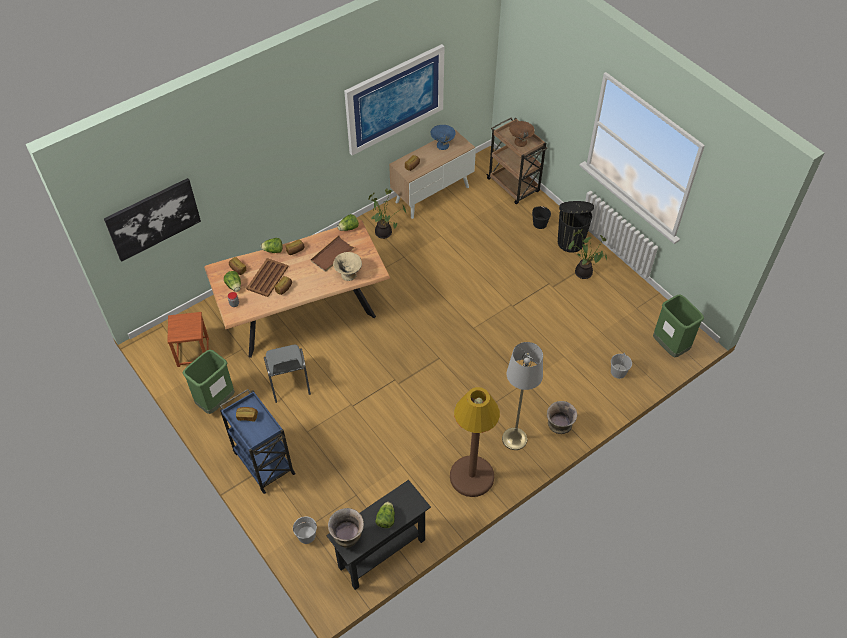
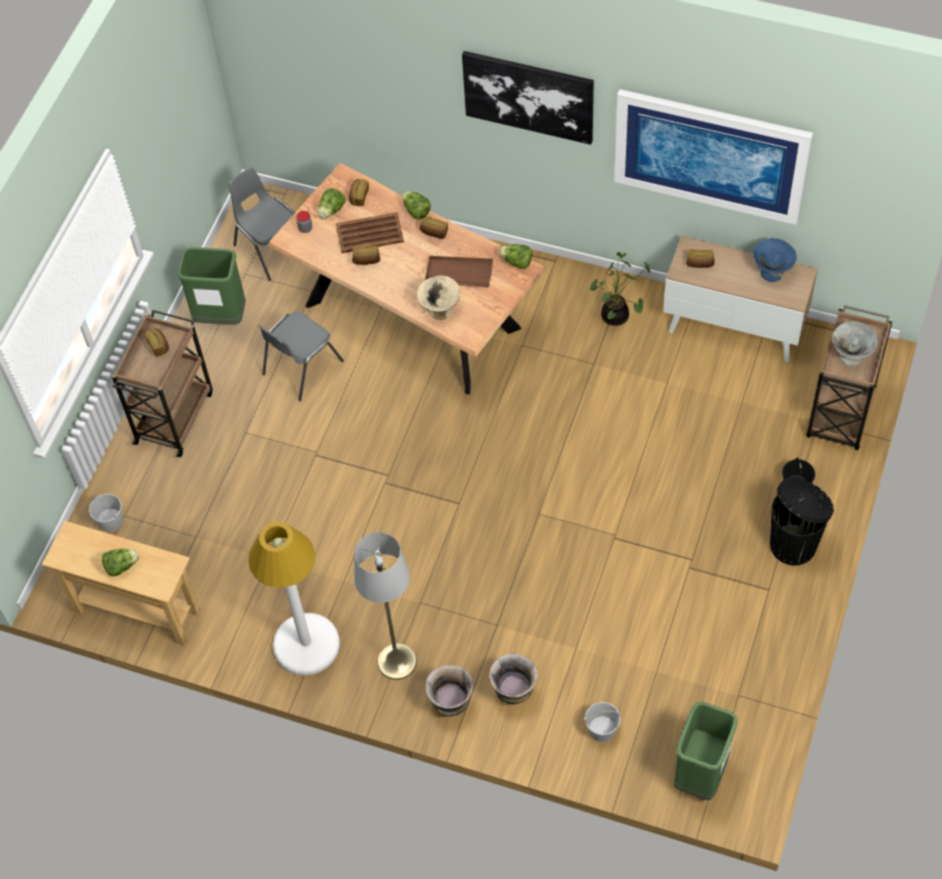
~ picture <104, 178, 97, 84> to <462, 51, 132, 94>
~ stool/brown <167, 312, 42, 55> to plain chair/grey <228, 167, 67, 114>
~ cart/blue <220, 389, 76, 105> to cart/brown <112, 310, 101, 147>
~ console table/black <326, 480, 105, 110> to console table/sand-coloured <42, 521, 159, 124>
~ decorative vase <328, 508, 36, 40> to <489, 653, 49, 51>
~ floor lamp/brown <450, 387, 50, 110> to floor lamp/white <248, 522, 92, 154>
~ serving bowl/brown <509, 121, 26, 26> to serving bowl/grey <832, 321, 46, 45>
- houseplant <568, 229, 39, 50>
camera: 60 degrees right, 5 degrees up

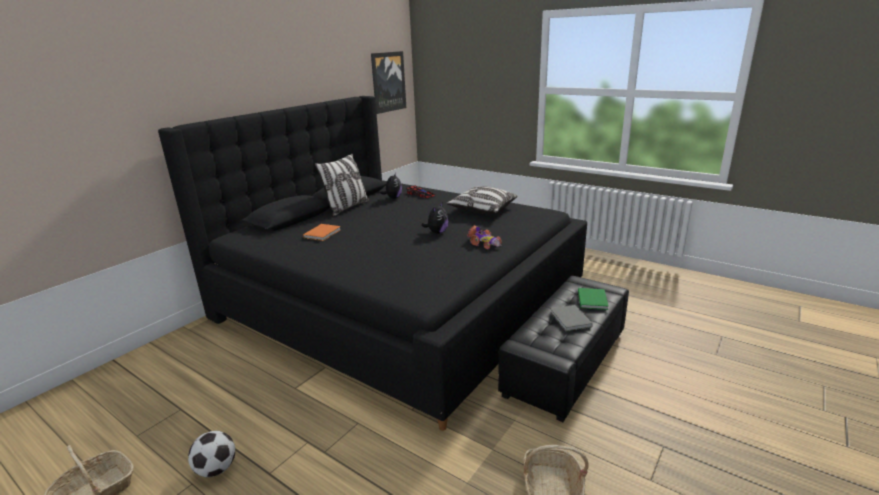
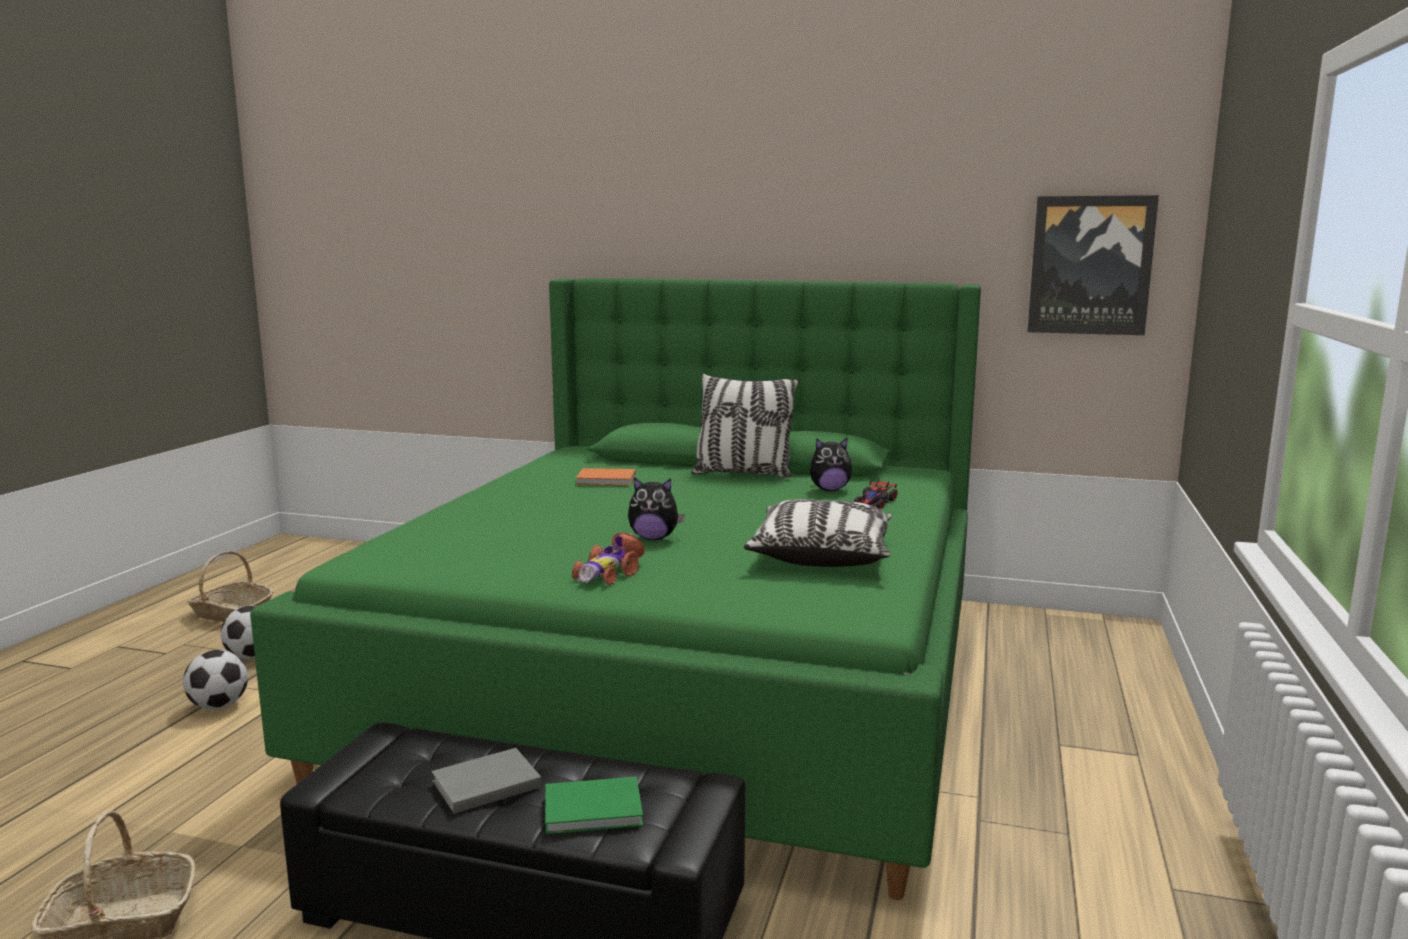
~ bed/black <158, 96, 429, 335> to bed/green <250, 278, 731, 622>
+ football ball <183, 650, 65, 60>
camera: 70 degrees right, 10 degrees down

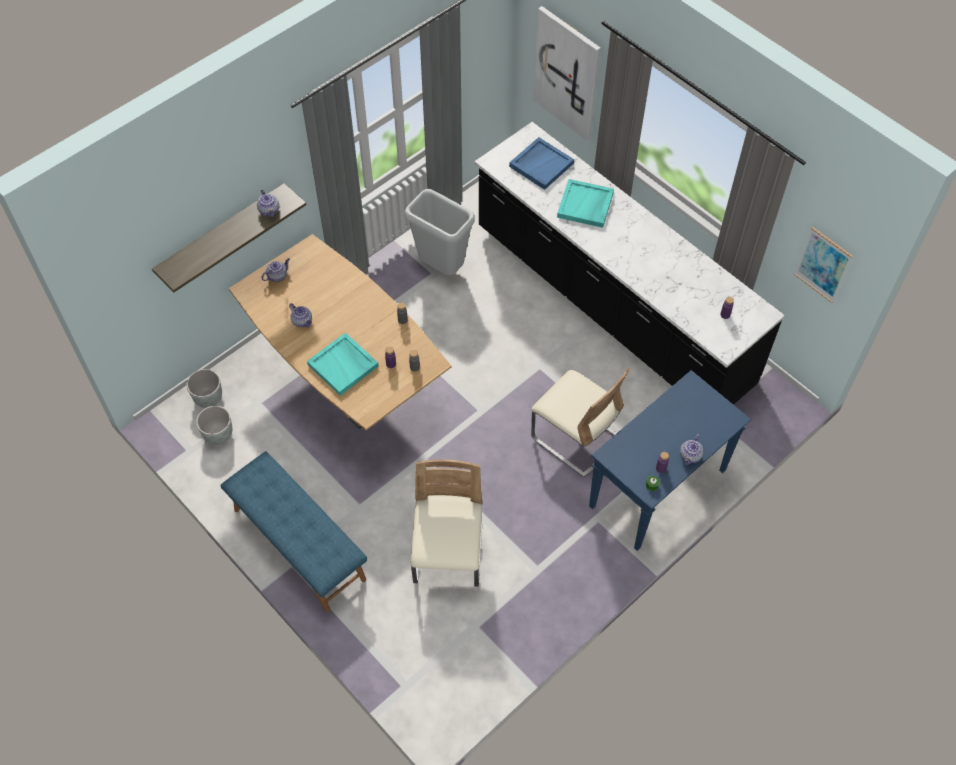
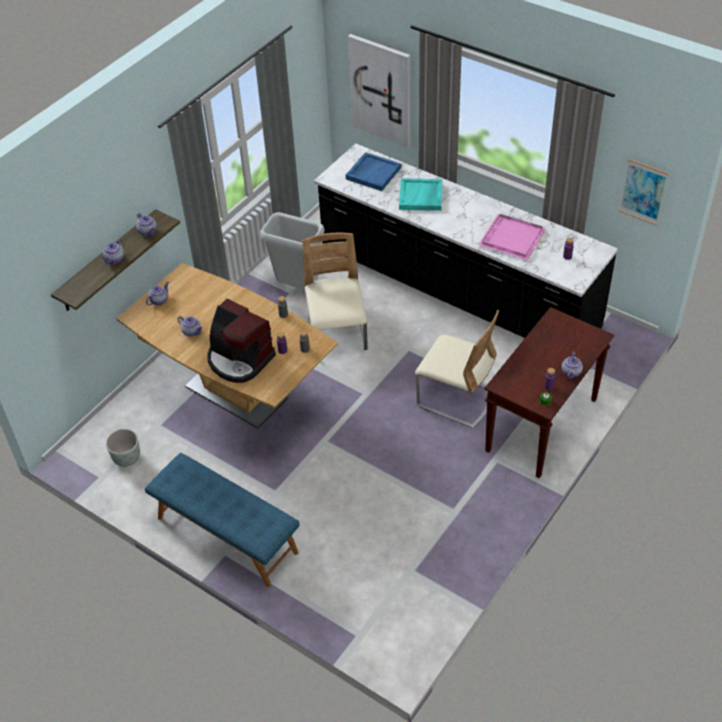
- plant pot/grey <187, 369, 35, 39>
~ tray/blue-green <307, 333, 71, 63> to coffee maker <207, 299, 69, 84>
~ plain chair/sand-coloured <411, 459, 72, 128> to <302, 233, 66, 117>
~ console table/blue <589, 370, 162, 181> to console table/brown <484, 307, 130, 171>
+ tea pot <102, 239, 22, 25>
+ tray/pinkish <478, 214, 68, 46>
camera: 10 degrees left, 10 degrees down

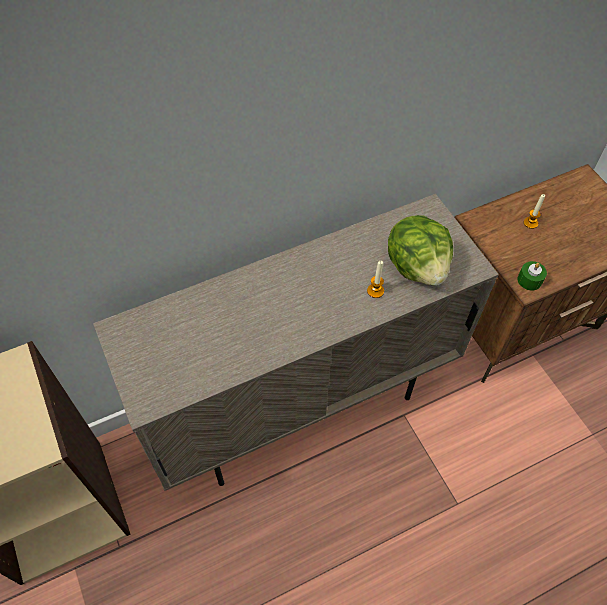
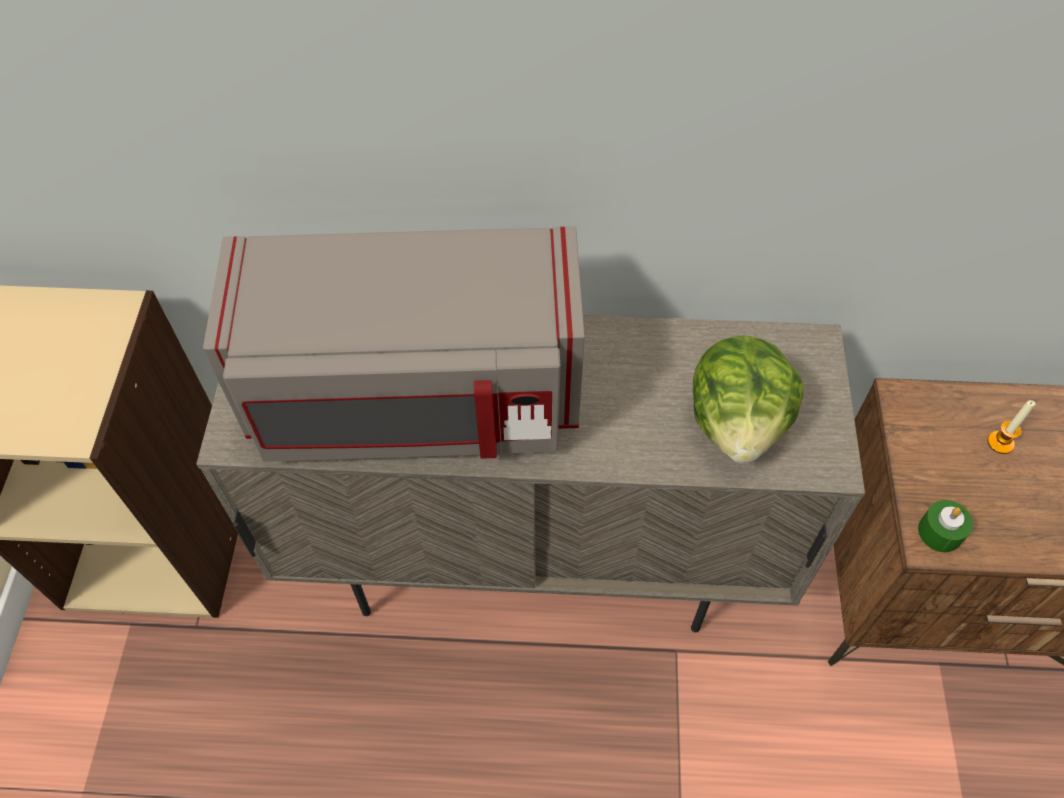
- wax light <367, 261, 17, 37>
+ microwave oven/grey <203, 226, 382, 236>
camera: 30 degrees right, 0 degrees up

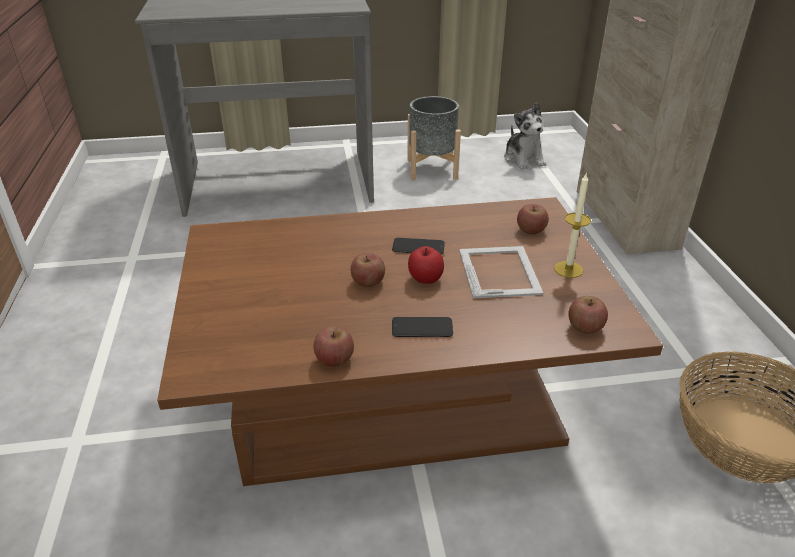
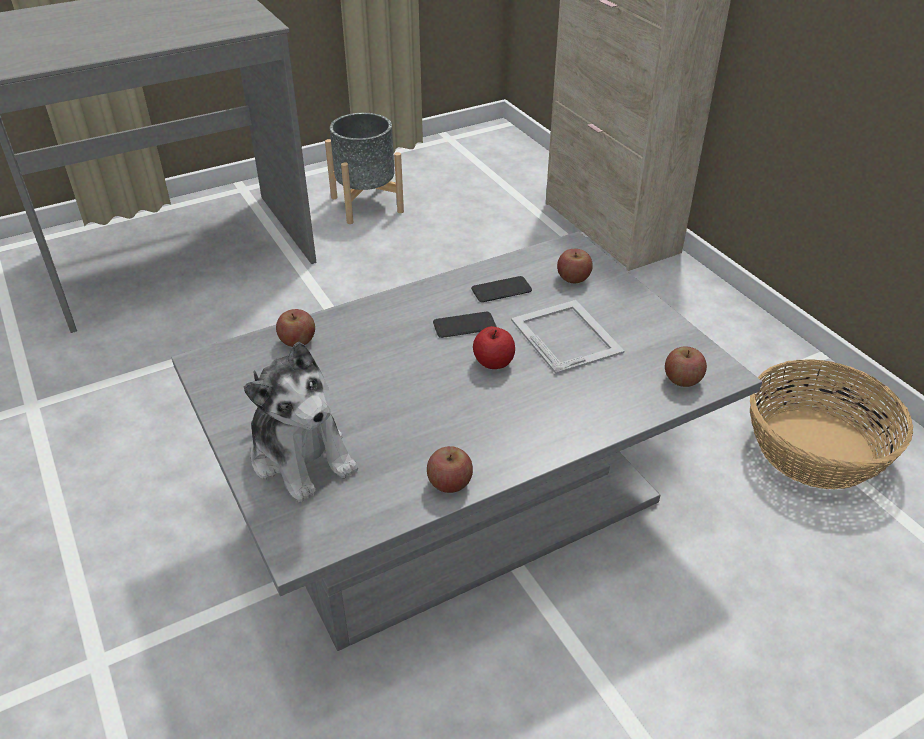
~ coffee table/brown <157, 197, 506, 289> to coffee table/grey <171, 231, 591, 420>
~ whole apple <351, 253, 34, 34> to <276, 309, 39, 38>
~ telephone <392, 317, 61, 20> to <471, 276, 61, 26>
~ soft toy <504, 103, 42, 67> to <244, 341, 114, 161>
- wax light <554, 174, 37, 104>
camera: 20 degrees left, 5 degrees up

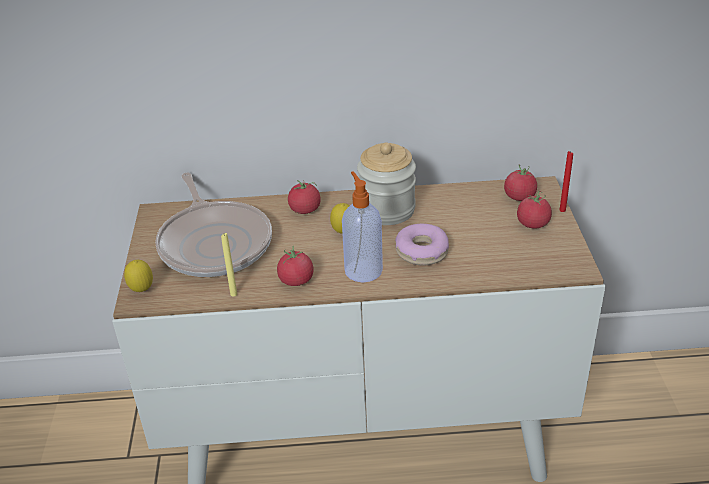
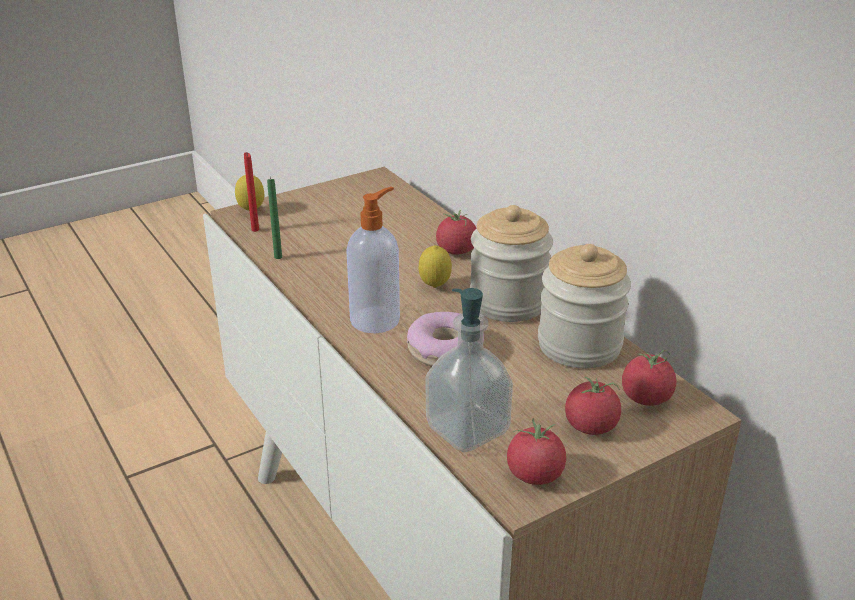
- frying pan <155, 172, 117, 105>
~ wax light/yellow <221, 233, 16, 64> to wax light/green <267, 177, 15, 82>
~ fresh tomato <277, 246, 37, 40> to <507, 418, 59, 67>
~ wax light/reddish <559, 151, 14, 61> to <244, 152, 15, 80>
+ liquid soap bottle <425, 288, 88, 164>
+ preserve jar <538, 244, 93, 124>
camera: 60 degrees right, 5 degrees down

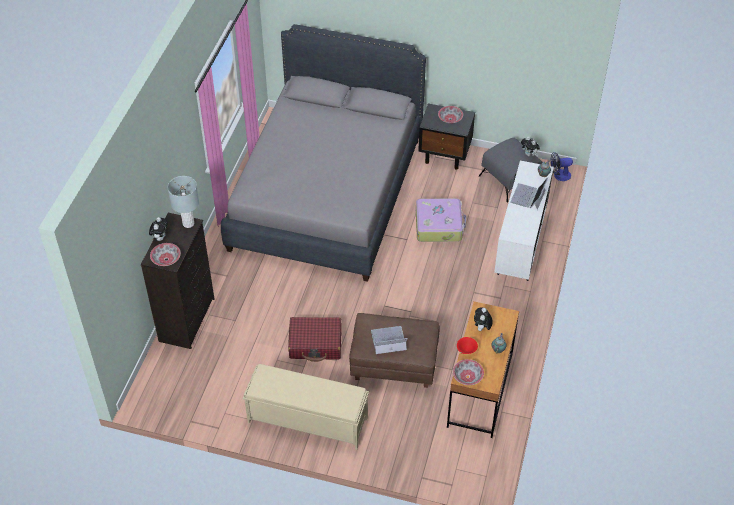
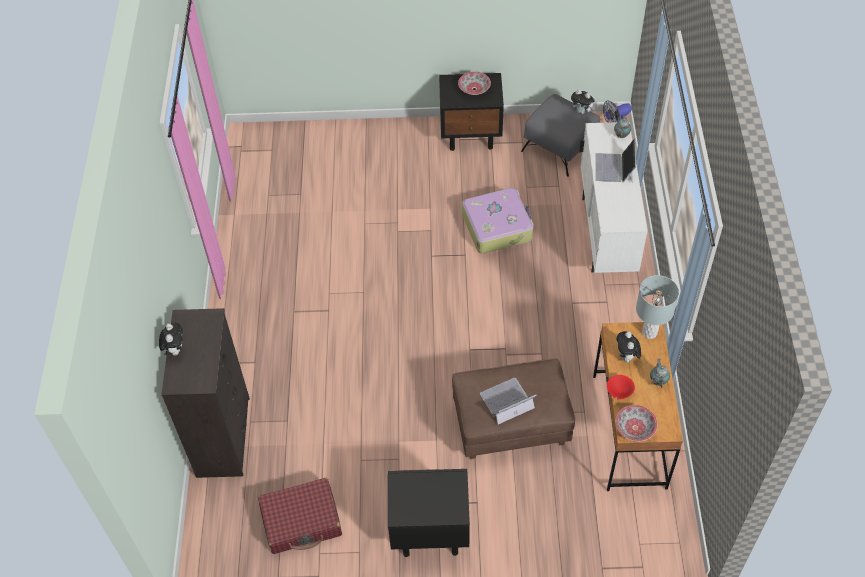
- serving bowl <150, 243, 31, 23>
~ table lamp/grey <168, 176, 31, 52> to <636, 275, 43, 64>
- bed/grey <221, 24, 205, 258>
~ indoor bench/sand-coloured <243, 364, 126, 86> to night table/black <388, 469, 82, 88>
~ suitcase/reddish <288, 317, 54, 45> to <258, 478, 84, 76>
camera: 15 degrees left, 5 degrees up

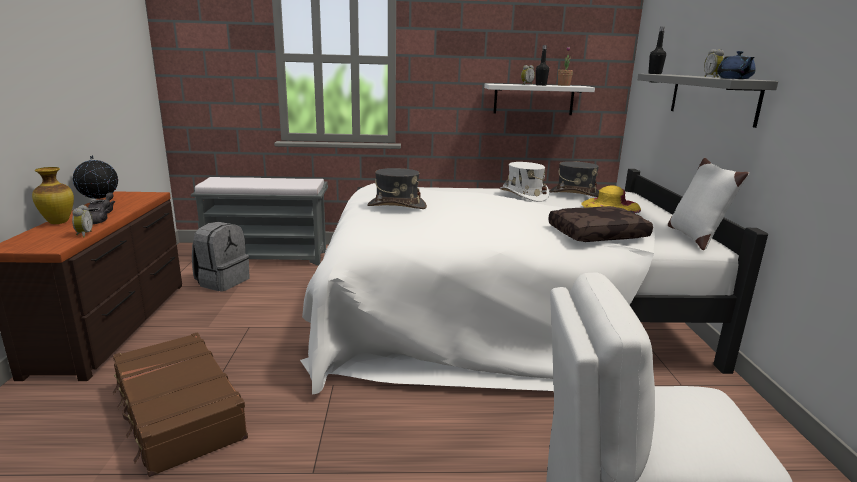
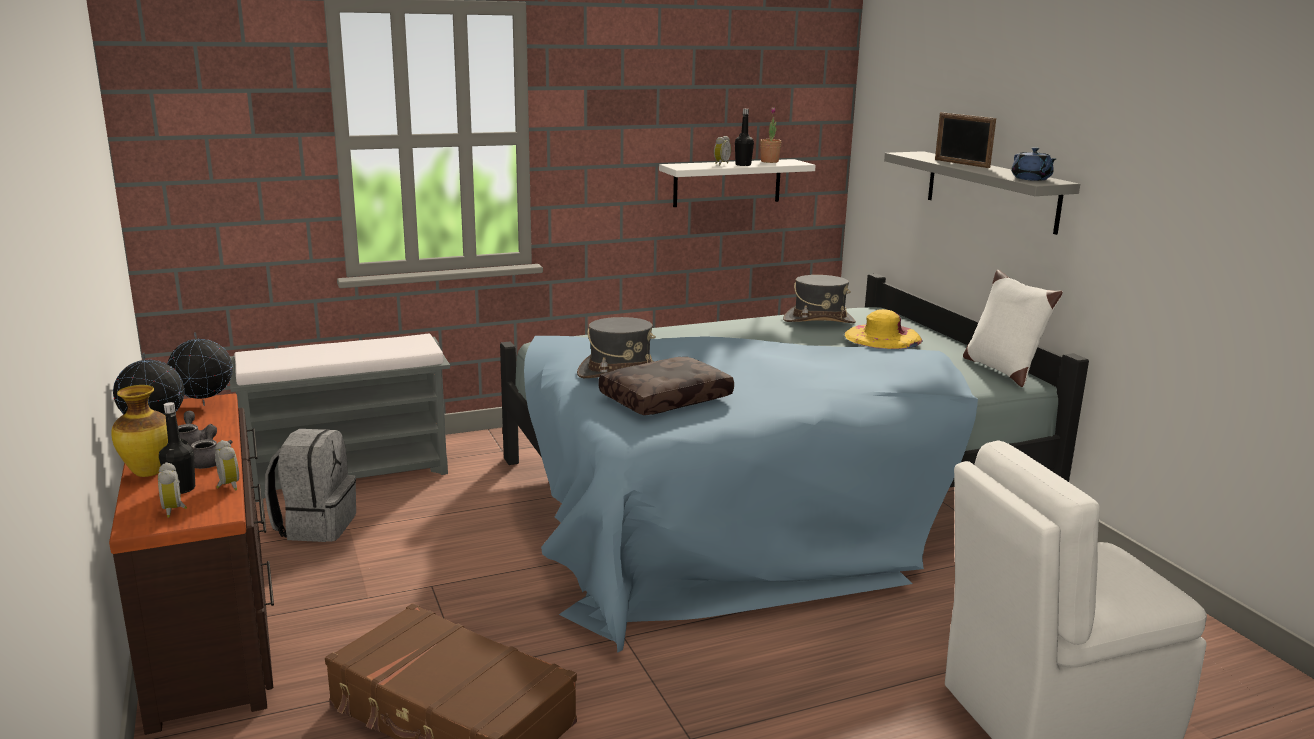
~ bed/white <300, 169, 468, 225> to bed/blue <500, 274, 589, 379>
- clothing hat/white <500, 162, 50, 40>
~ throw pillow/brown <548, 206, 105, 36> to <598, 357, 136, 58>
~ drink bottle/black <648, 27, 18, 47> to <159, 402, 36, 92>
~ alarm clock <704, 49, 20, 29> to <158, 462, 29, 56>
+ world globe <167, 332, 65, 74>
+ standing frame <935, 112, 61, 56>
camera: 20 degrees left, 0 degrees up

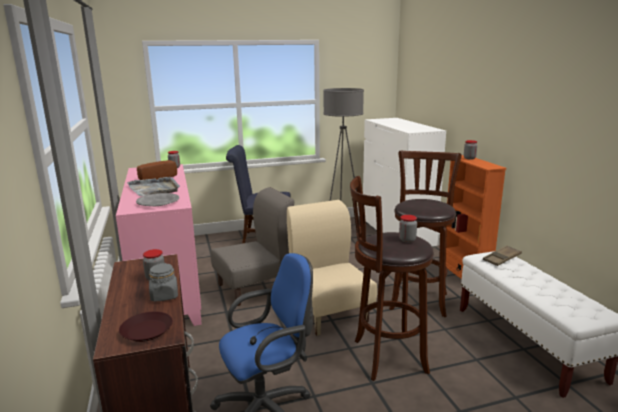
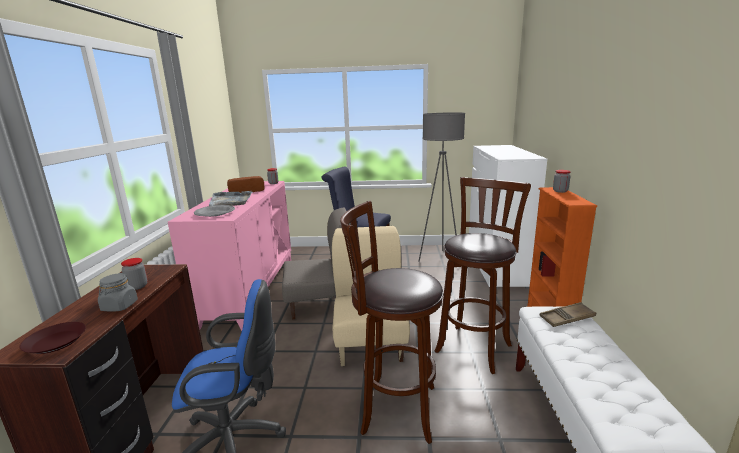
- preserve jar <399, 215, 18, 28>
camera: 20 degrees right, 0 degrees up

